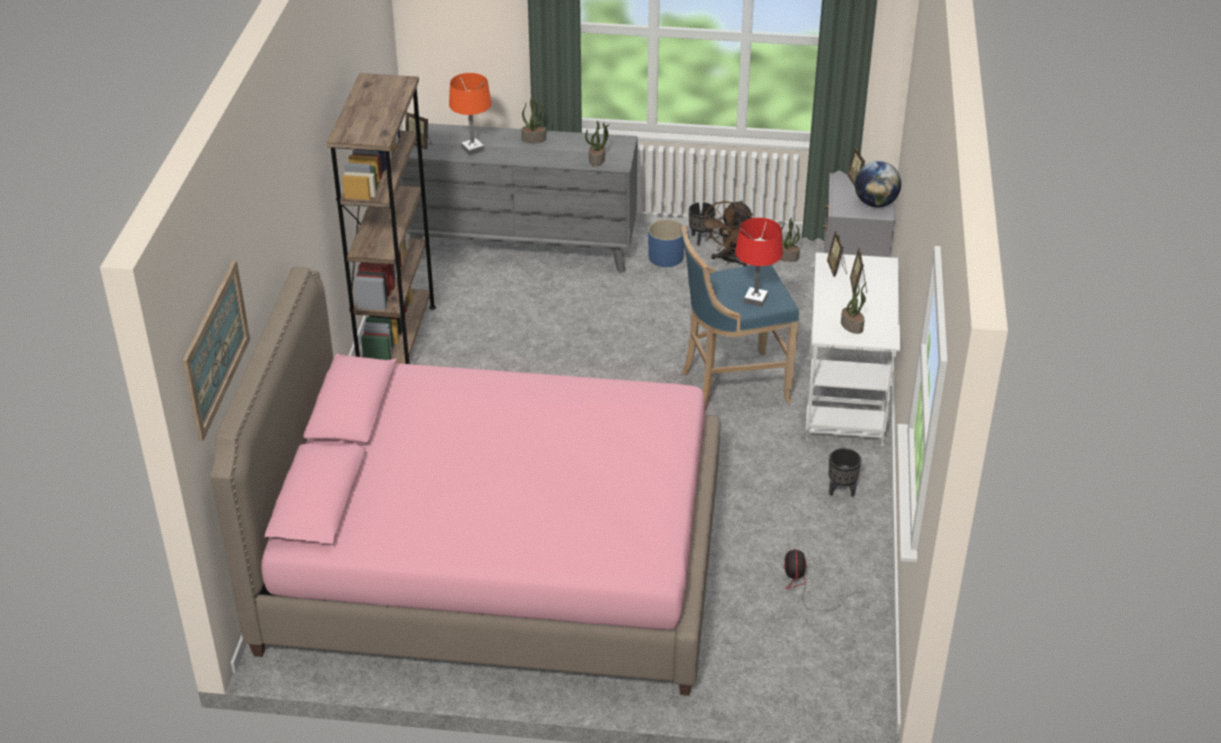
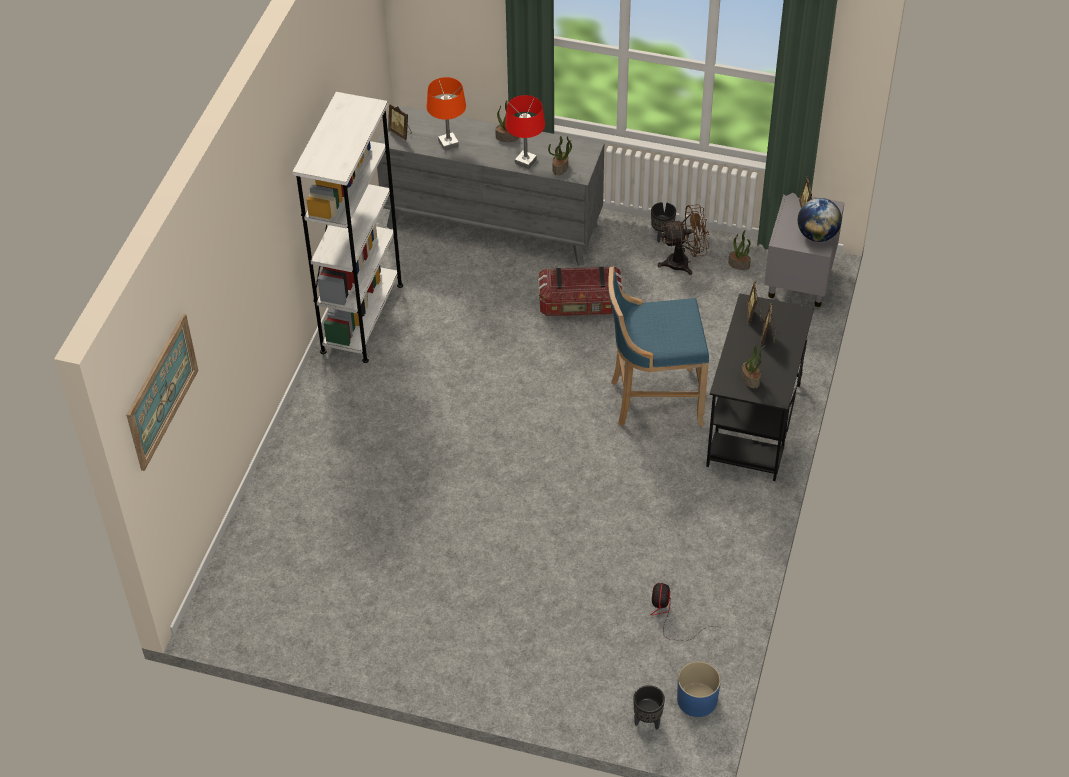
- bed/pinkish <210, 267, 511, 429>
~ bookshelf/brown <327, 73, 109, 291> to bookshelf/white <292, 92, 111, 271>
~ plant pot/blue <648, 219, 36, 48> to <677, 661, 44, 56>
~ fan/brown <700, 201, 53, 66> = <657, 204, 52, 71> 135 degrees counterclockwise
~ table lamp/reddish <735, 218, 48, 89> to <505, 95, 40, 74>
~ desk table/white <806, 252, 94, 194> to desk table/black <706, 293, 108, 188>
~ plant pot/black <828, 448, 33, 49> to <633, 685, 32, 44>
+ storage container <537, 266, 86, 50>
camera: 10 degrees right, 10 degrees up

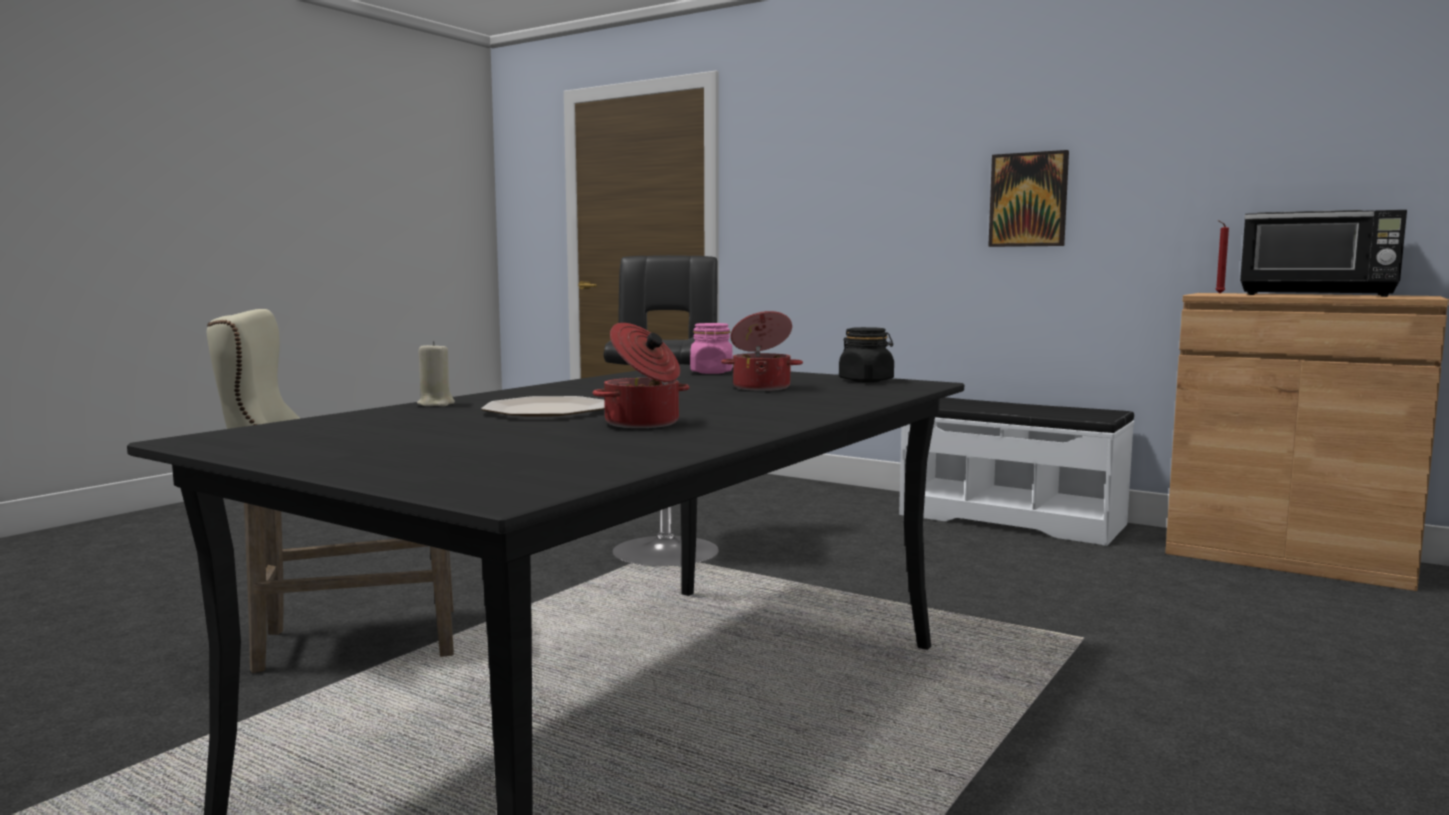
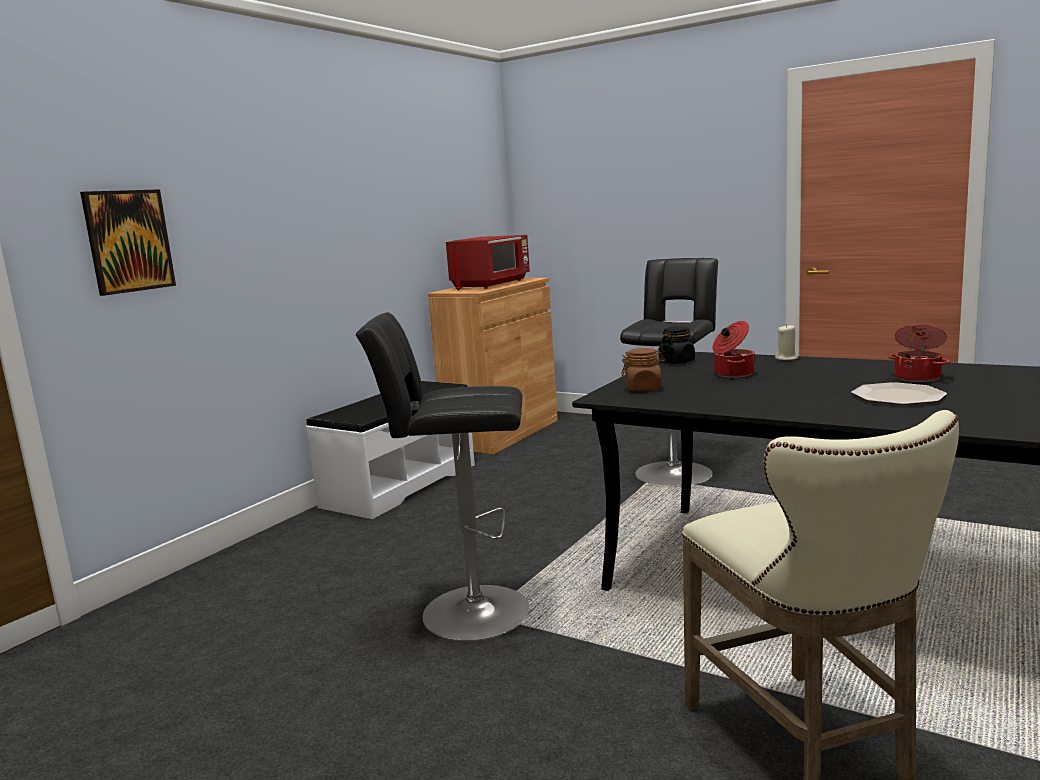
~ wax light/sand-coloured <417, 341, 38, 66> to <775, 324, 23, 36>
~ preserve jar/pinkish <690, 323, 42, 51> to preserve jar/brown <621, 348, 44, 43>
~ picture <988, 150, 81, 97> to <80, 189, 96, 107>
~ microwave oven/black <1240, 210, 167, 87> to microwave oven/reddish <446, 235, 84, 54>
+ stool/black <620, 258, 98, 228>
camera: 90 degrees left, 5 degrees up

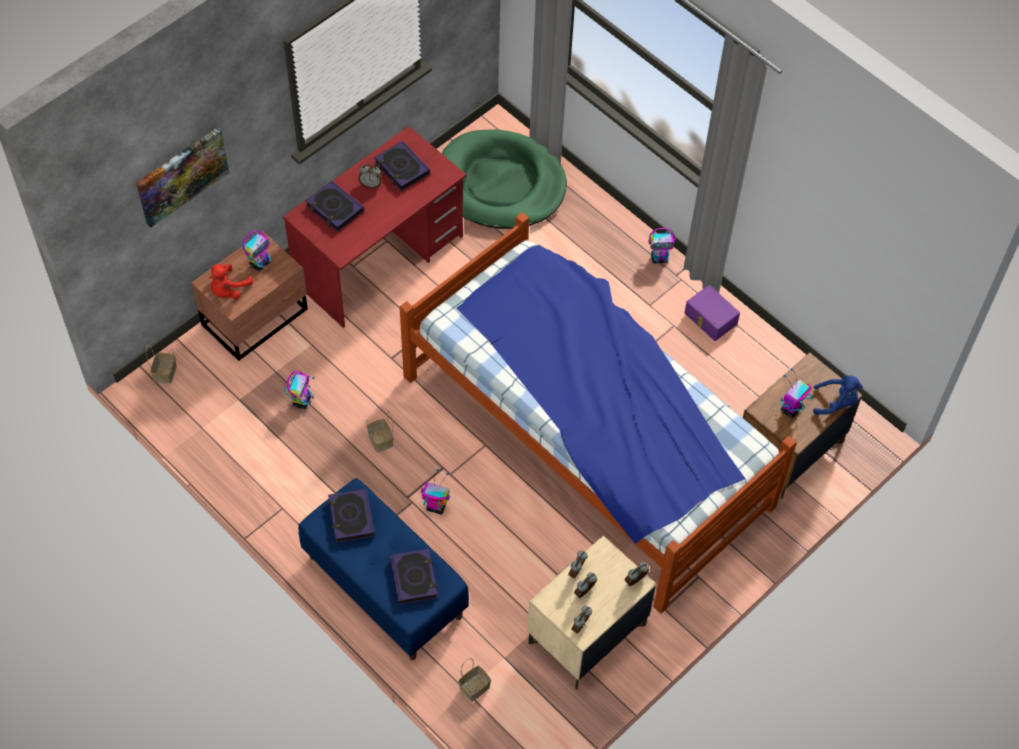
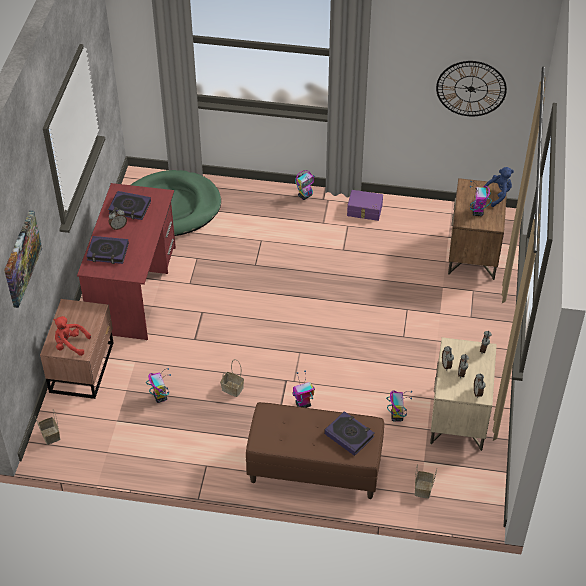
~ soft toy/reddish <209, 264, 44, 35> = <54, 316, 37, 40> 105 degrees clockwise
~ robot figure <241, 230, 30, 41> to <386, 390, 26, 32>
~ indoor bench/blue <298, 478, 171, 182> to indoor bench/brown <246, 402, 138, 97>
- volume <328, 489, 46, 54>
- bed <400, 212, 397, 401>
+ wall clock <436, 61, 71, 55>
camera: 35 degrees left, 10 degrees down

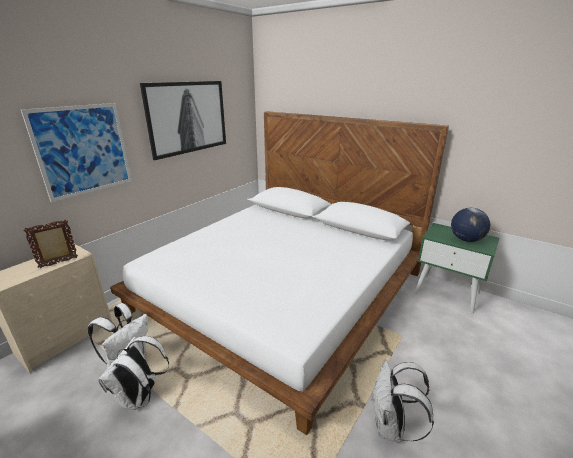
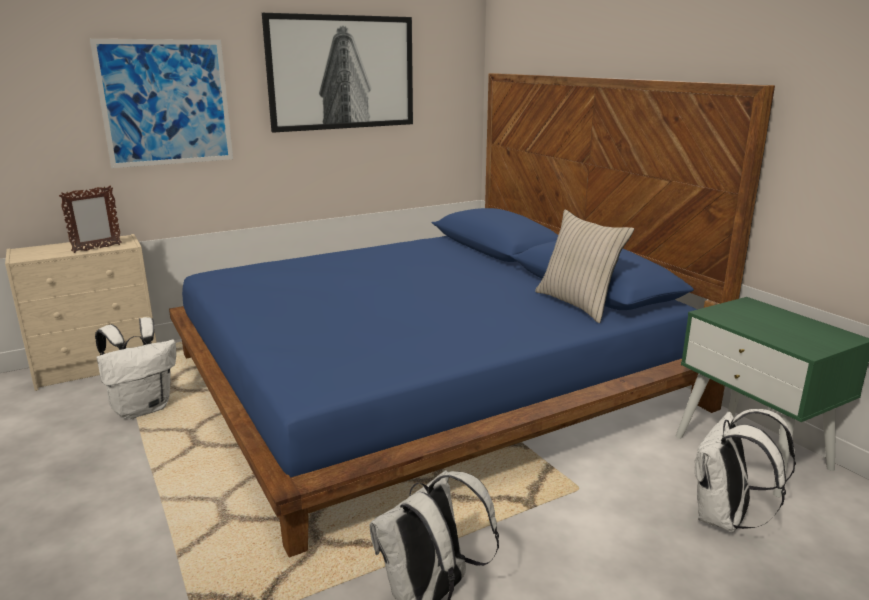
~ standing frame <23, 220, 55, 48> = <59, 186, 63, 67> 150 degrees clockwise
~ backpack/white <98, 336, 71, 74> to <694, 409, 102, 123>
~ bed/white <110, 111, 339, 324> to bed/blue <169, 73, 606, 484>
- world globe <451, 208, 39, 34>
+ throw pillow/sand-coloured <535, 210, 99, 113>
camera: 25 degrees right, 5 degrees down

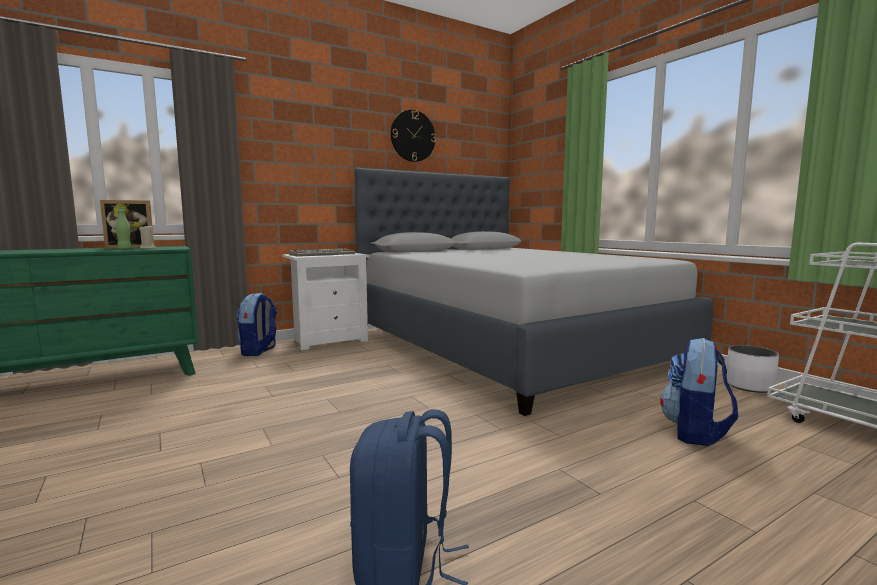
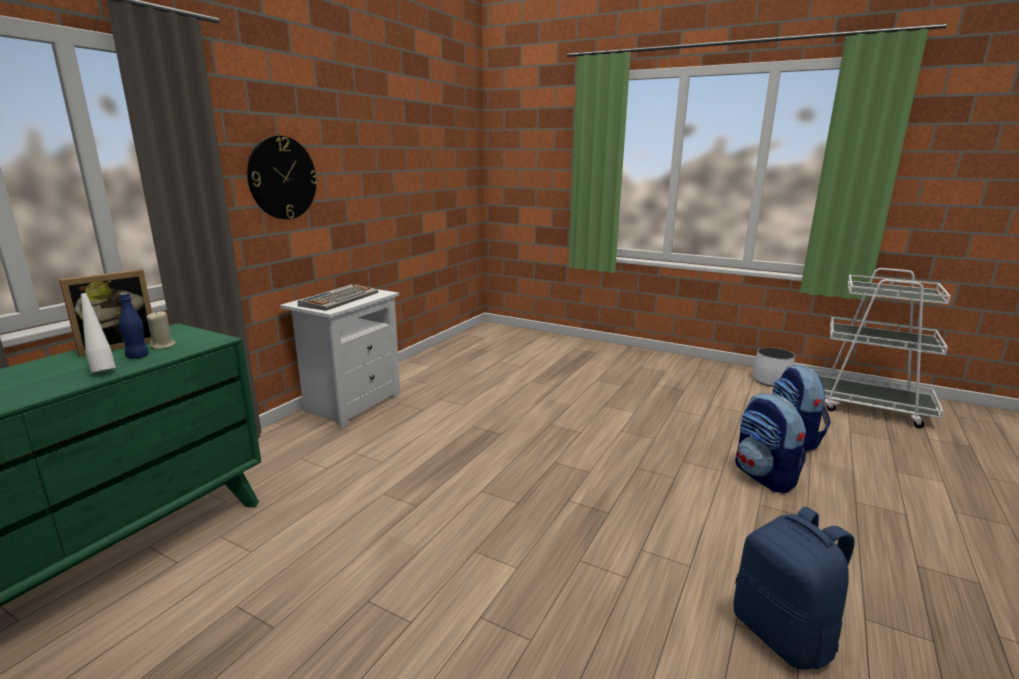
~ drink bottle/green <116, 208, 16, 42> to drink bottle/blue <119, 293, 30, 66>
~ backpack <236, 293, 41, 63> to <735, 393, 71, 100>
- bed/grey <354, 168, 360, 248>
~ wall clock <391, 110, 45, 52> to <247, 136, 71, 83>
+ drink bottle/white <78, 286, 38, 87>
camera: 30 degrees left, 10 degrees up

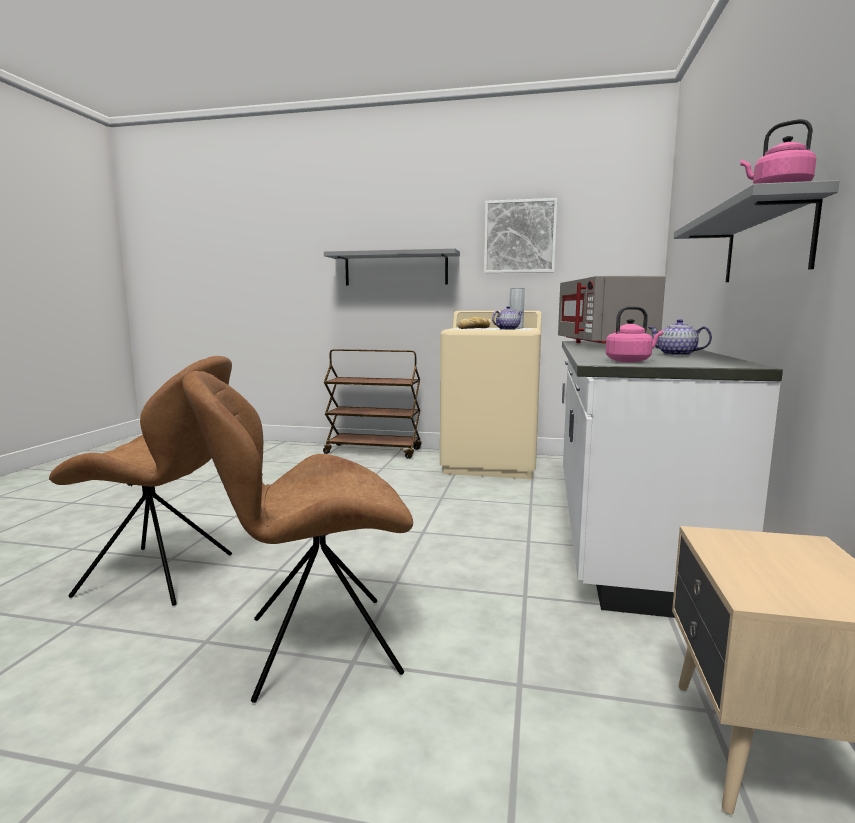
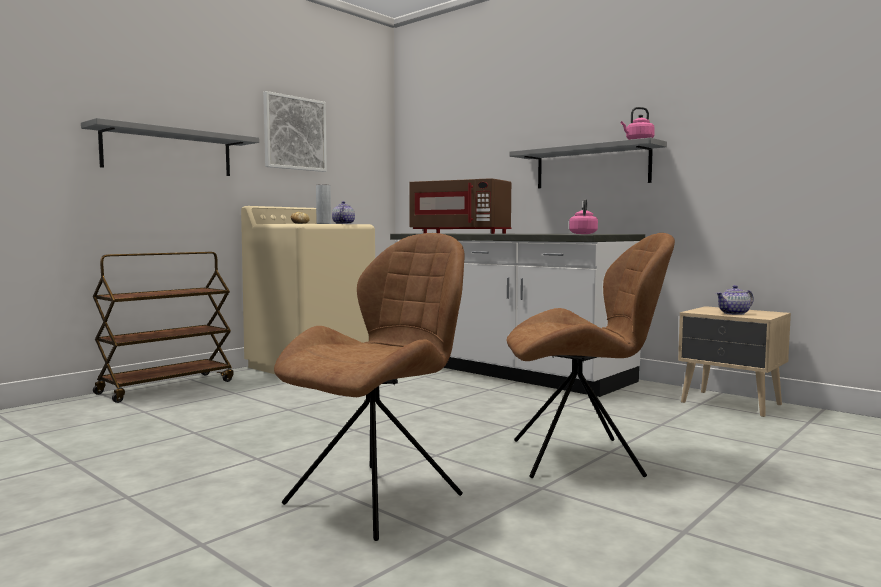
~ plain chair/brown <182, 371, 231, 332> = <507, 233, 168, 245> 105 degrees counterclockwise
~ microwave oven/grey <558, 276, 108, 67> to microwave oven/brown <409, 178, 103, 56>
~ tea pot <648, 319, 64, 37> to <716, 285, 38, 30>
camera: 60 degrees left, 5 degrees down

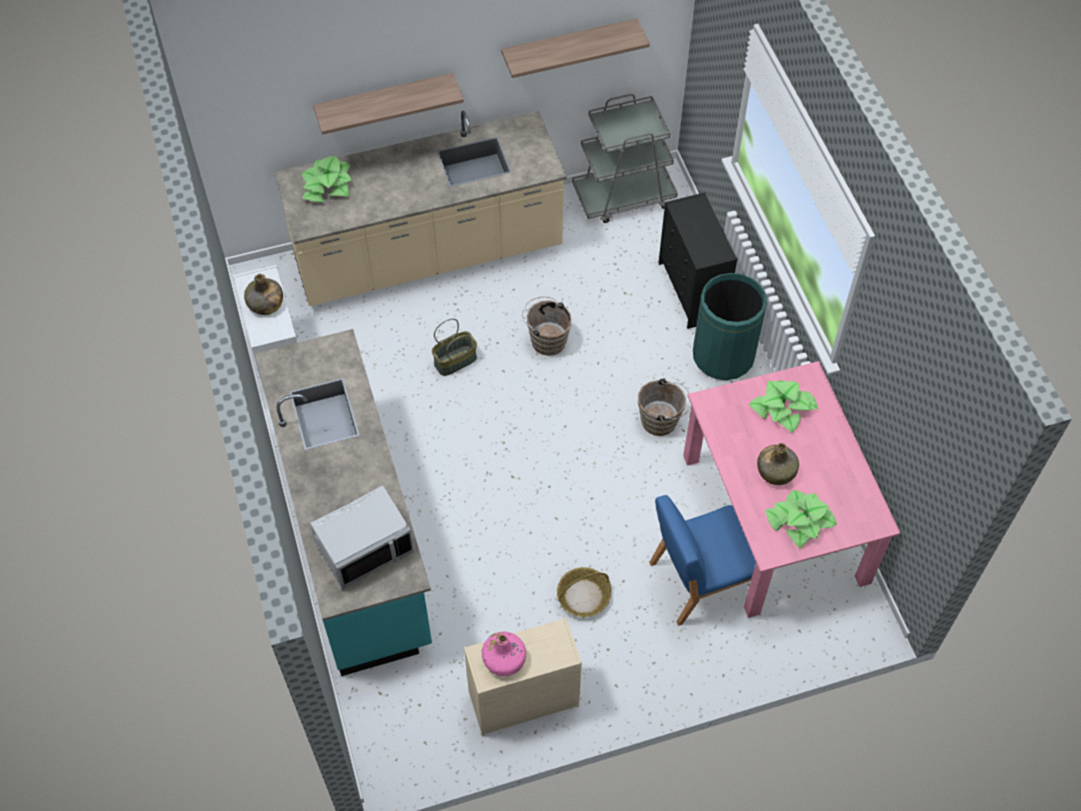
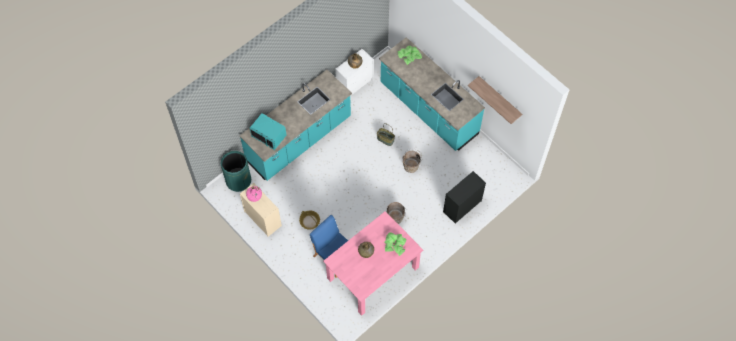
~ counter/sand-coloured <274, 111, 293, 195> to counter/blue-green <379, 37, 106, 114>
~ microwave oven/grey <310, 485, 104, 105> to microwave oven/blue-green <250, 113, 36, 37>
- shelf <313, 73, 151, 62>
- cart/grey <572, 94, 106, 129>
~ trash can/green <693, 273, 74, 107> to <221, 151, 30, 41>
- houseplant <765, 490, 72, 59>
camera: 65 degrees right, 5 degrees up

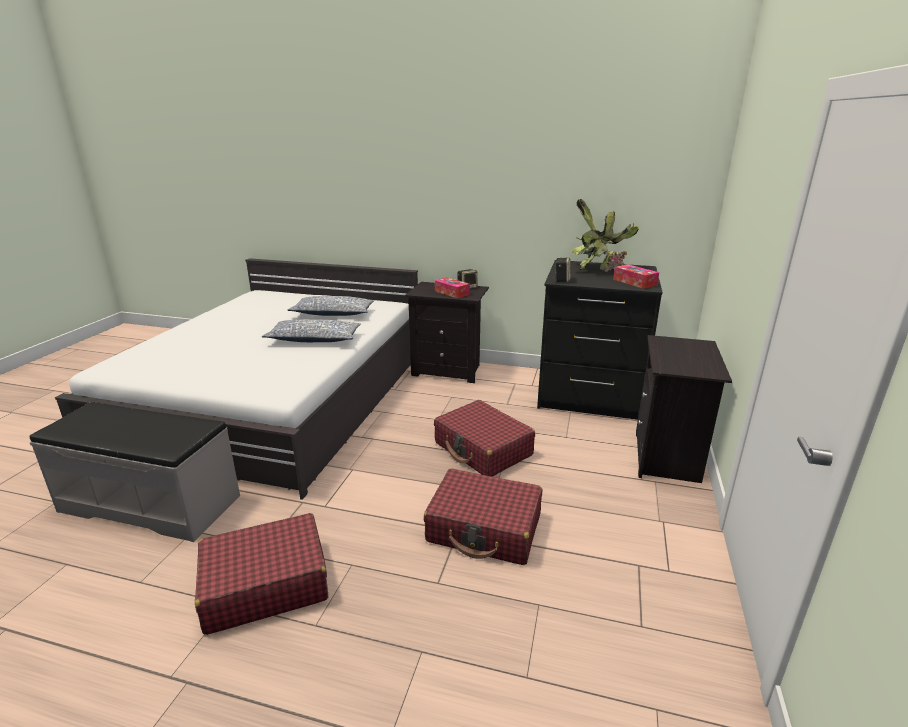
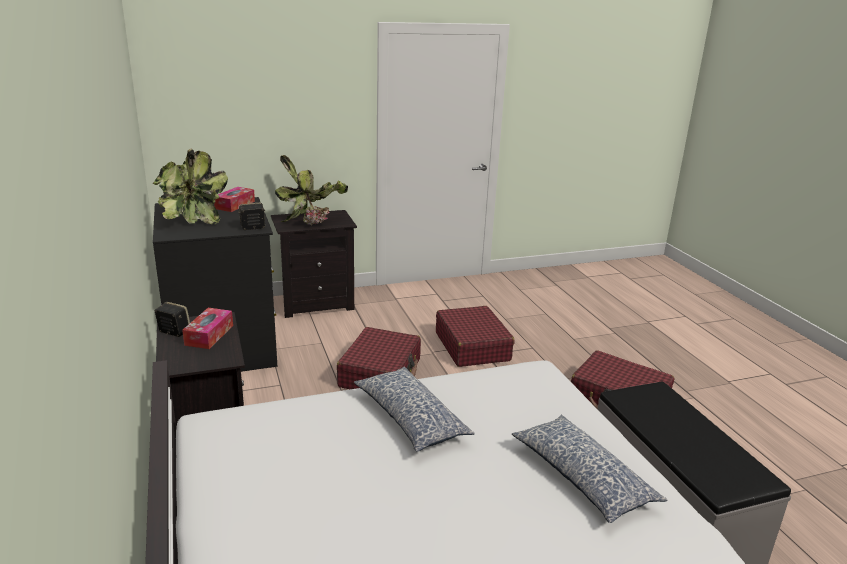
~ throw pillow <287, 296, 87, 20> to <512, 415, 155, 108>
+ houseplant <275, 155, 73, 71>
camera: 125 degrees left, 0 degrees up

